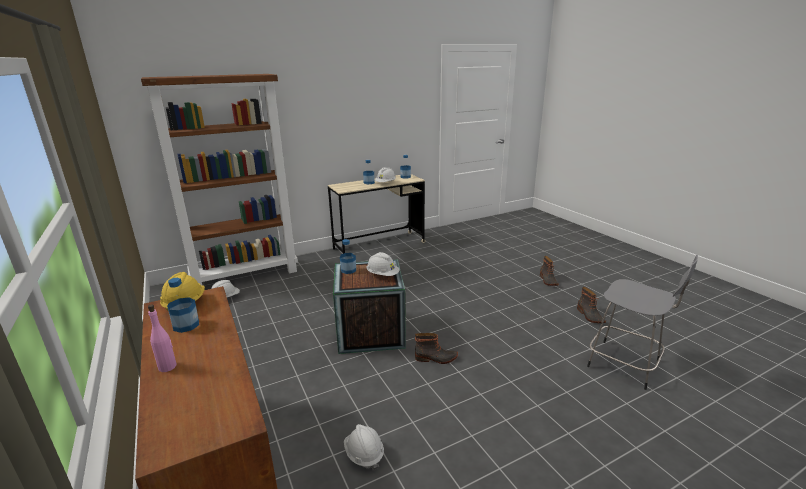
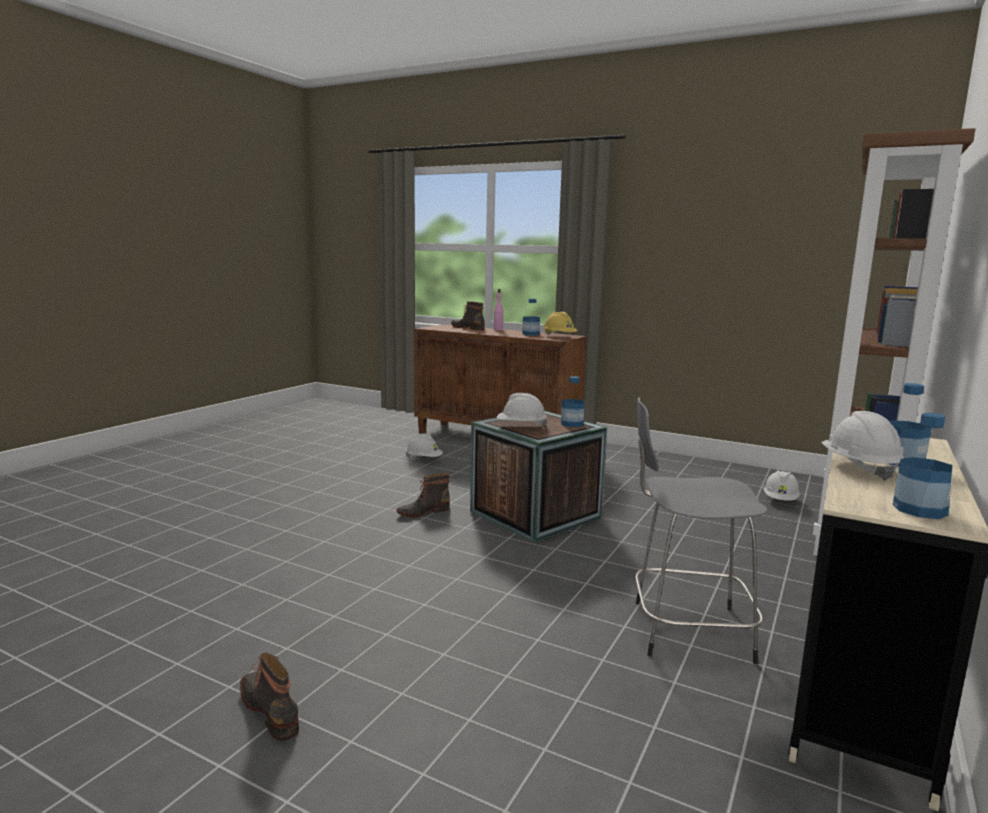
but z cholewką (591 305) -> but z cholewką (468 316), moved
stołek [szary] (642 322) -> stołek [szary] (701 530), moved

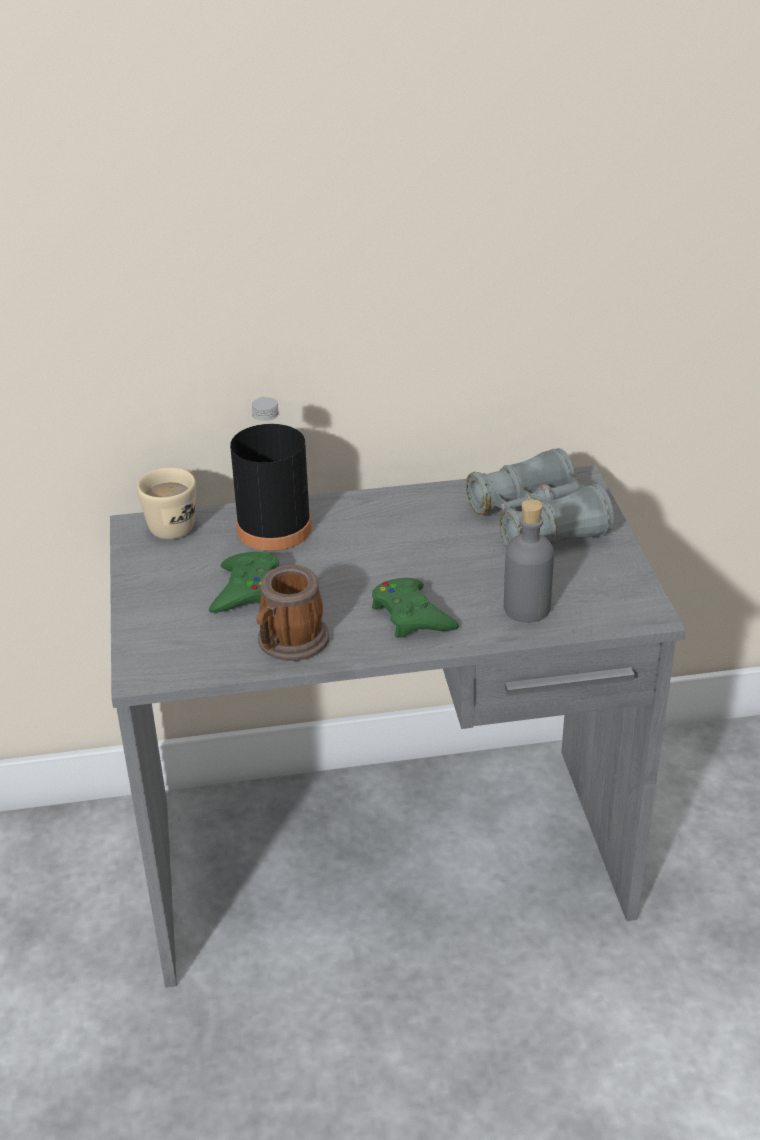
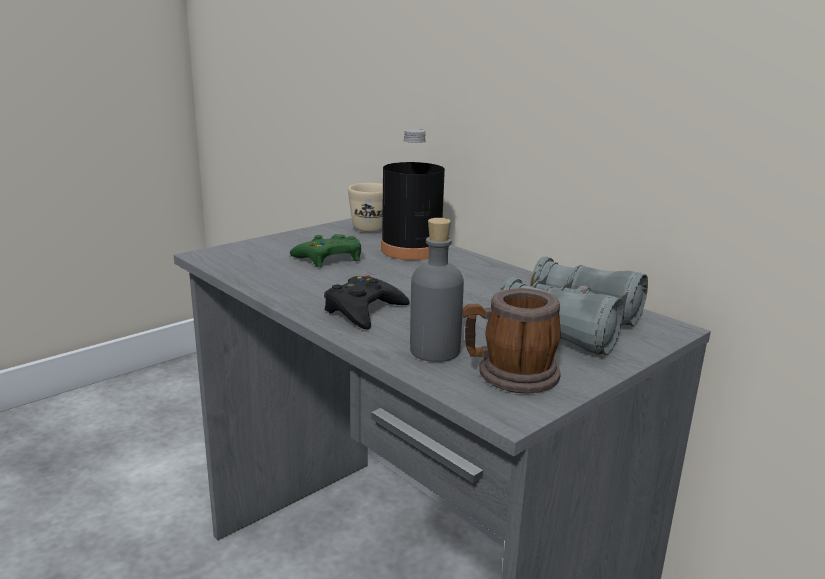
pad do gier [zielony] (415 608) -> pad do gier [czarny] (367 303)
kubek (293 613) -> kubek (511 340), moved

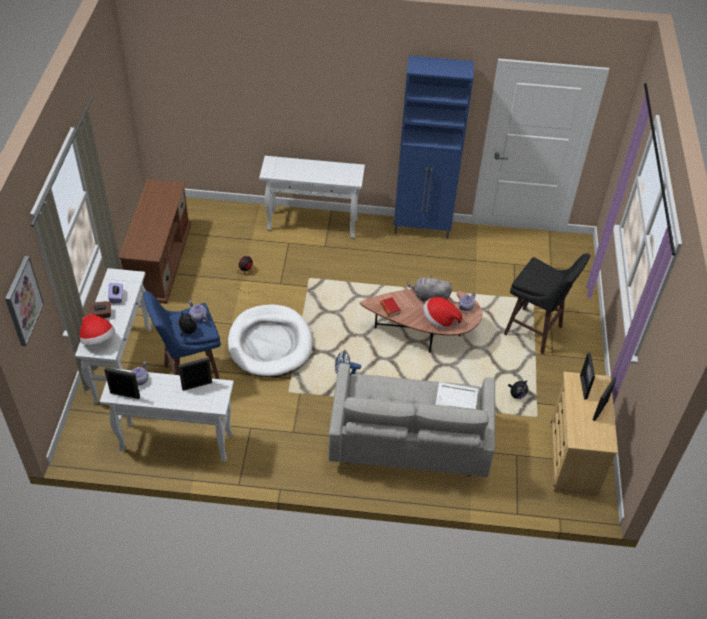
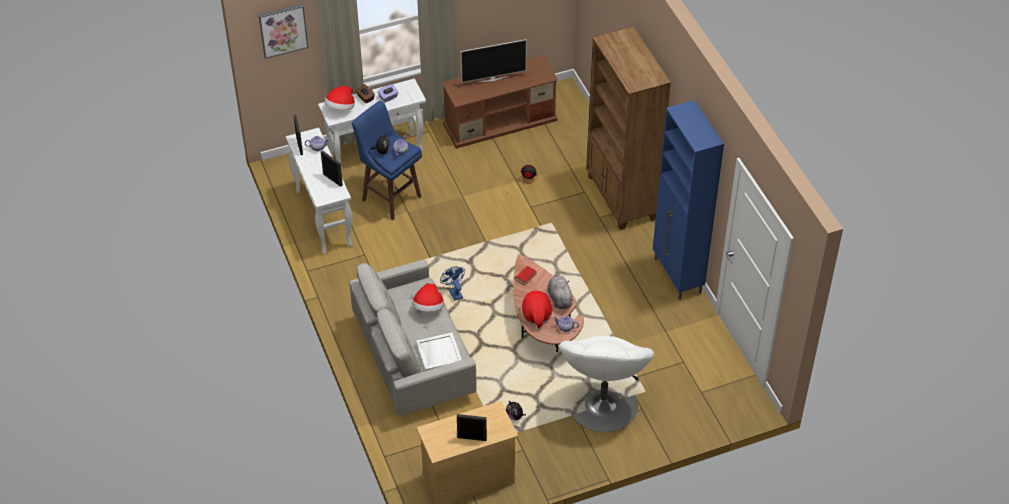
none -> kapelusz (428 297)
none -> telewizor (493 61)
stołek [czarny] (547 303) -> fotel [biały] (606 384)
stolik konsolowy [biały] (312 197) -> regał [brązowy] (628 128)
legowisko [biały] (270 340) -> none
ramka na zdjęcie (587 376) -> none

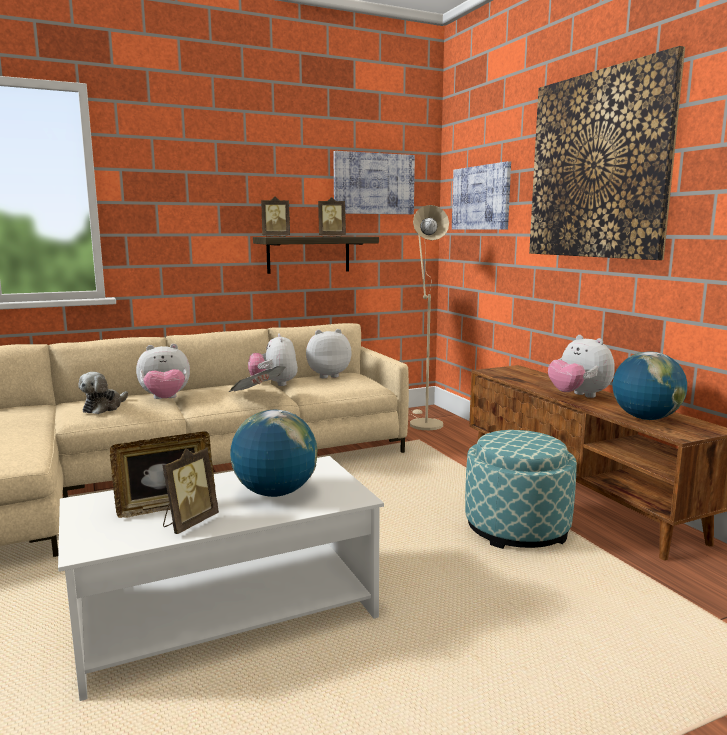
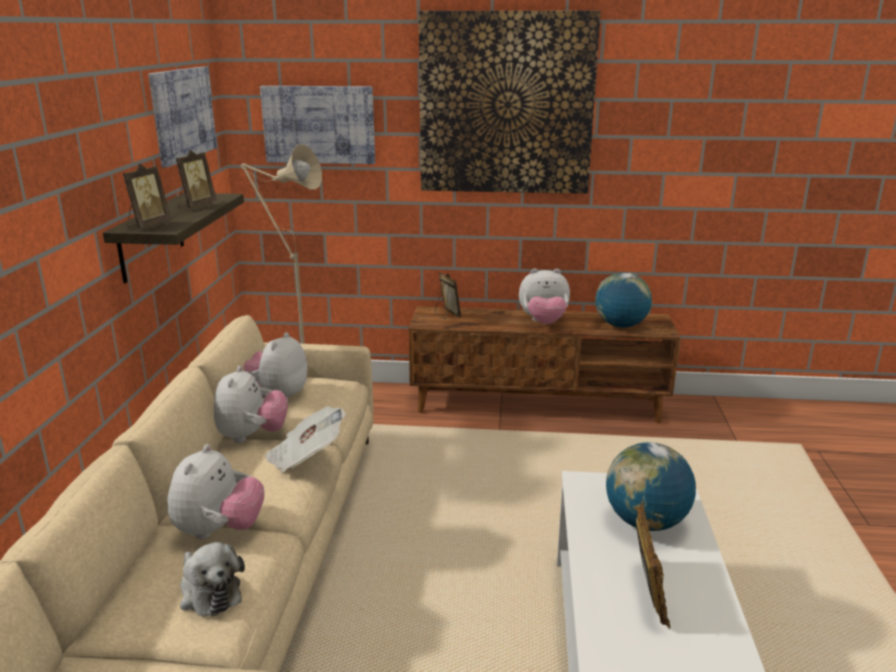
pluszak (273 359) -> pluszak (251 404), 105 degrees counterclockwise
ramka na zdjęcie (190 491) -> ramka na zdjęcie (448 296), moved
pufa (521 489) -> none

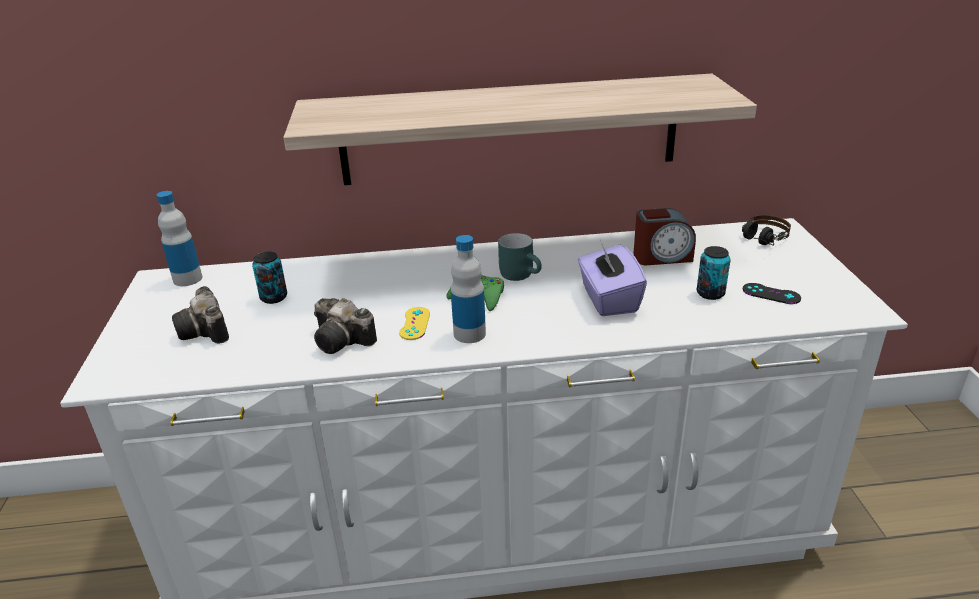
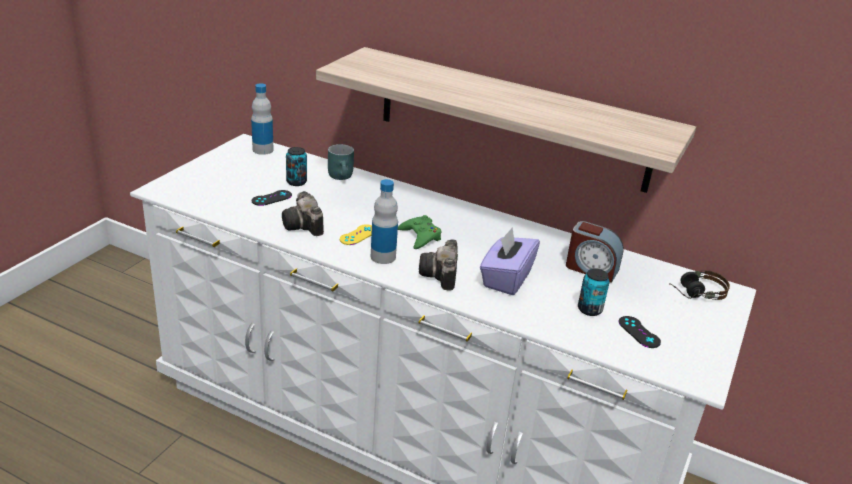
none -> pad do gier [czarny] (272 198)
kubek [turkusowy] (520 257) -> kubek [turkusowy] (341 162), moved
aparat fotograficzny (200 315) -> aparat fotograficzny (438 265), moved

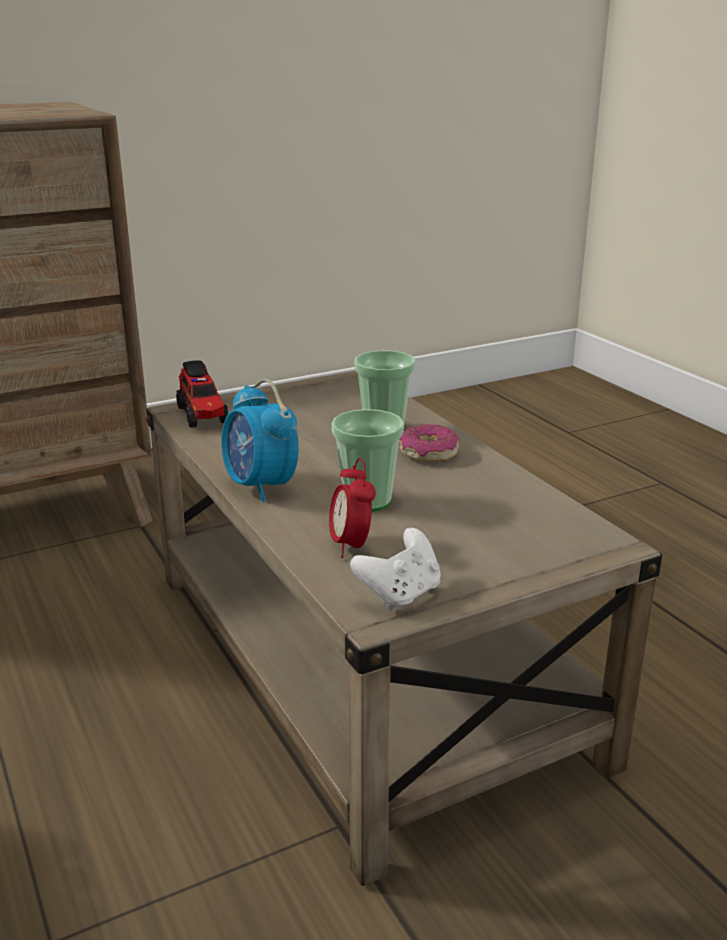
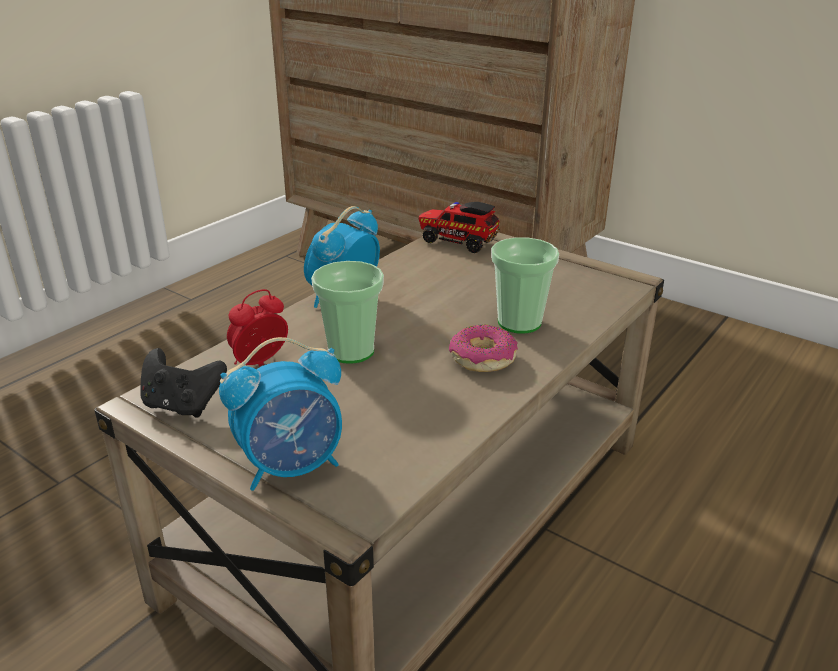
pad do gier [biały] (395 569) -> pad do gier [czarny] (183 382)
none -> budzik (280 414)
ciężarówka zabawkowa (202 394) -> ciężarówka zabawkowa (459 227), 75 degrees clockwise

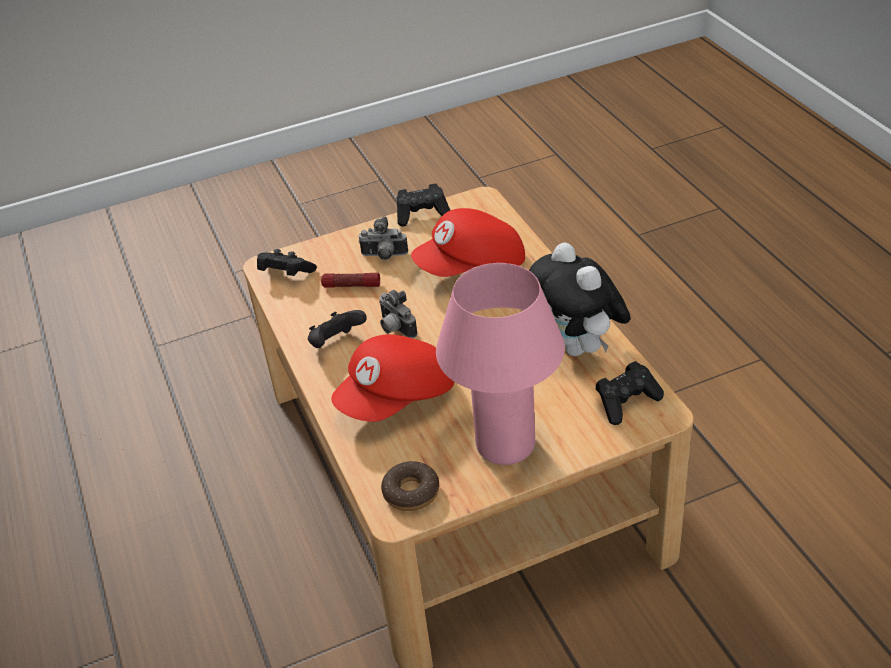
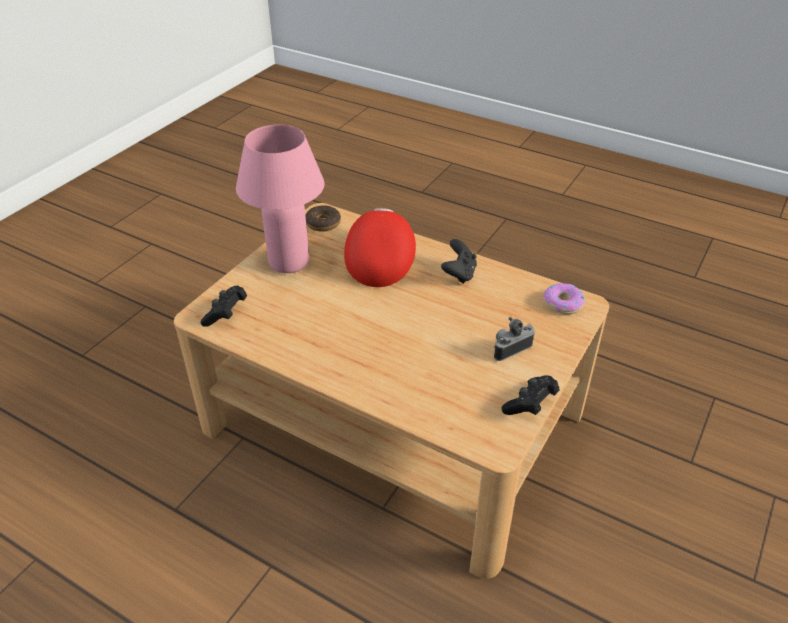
pad do gier [czarny] (287 262) -> donut (564 298)
latarka (350 280) -> none
aparat fotograficzny (398 314) -> none
czapka z daszkiem [czerwony] (468 242) -> none
pluszak (580 299) -> none

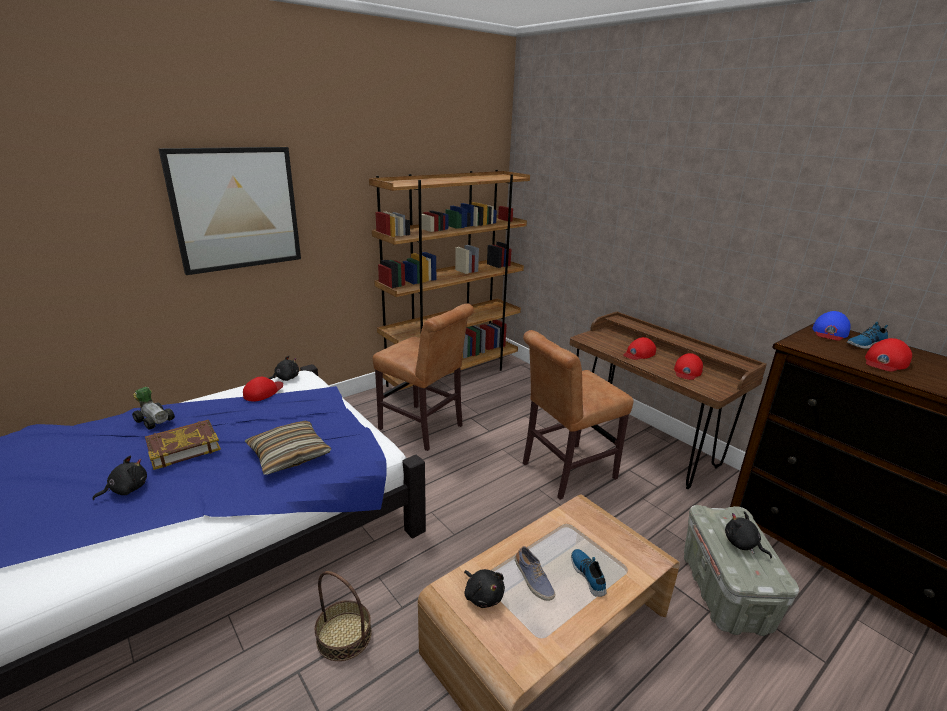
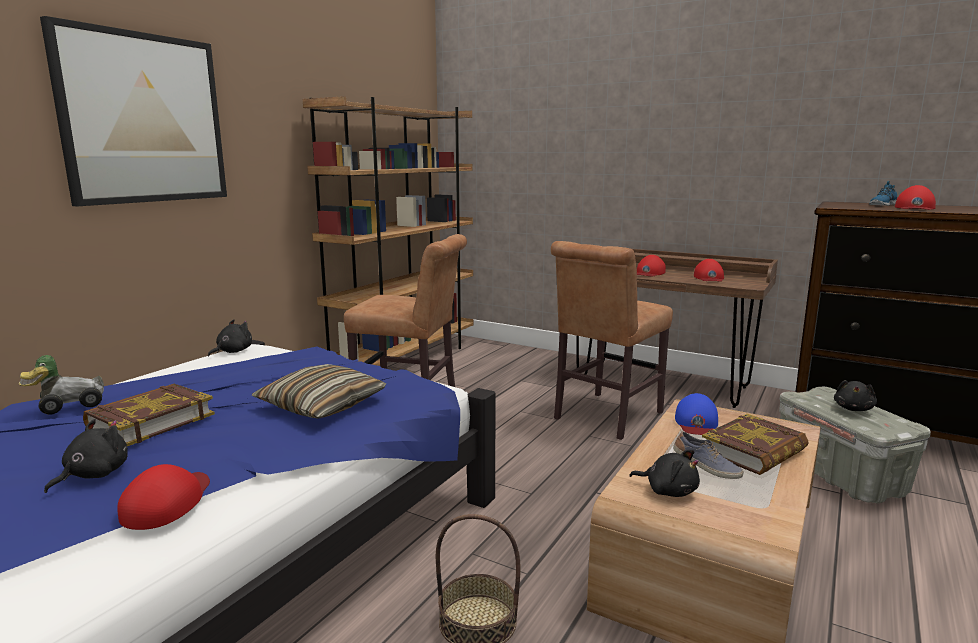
samochodzik (153 408) -> samochodzik (61 385), 45 degrees counterclockwise
czapka z daszkiem [czerwony] (263 389) -> czapka z daszkiem [czerwony] (163 497), moved
czapka z daszkiem [niebieski] (831 326) -> czapka z daszkiem [niebieski] (696 414), moved
but (589 573) -> książka (755 444)
pluszak [czarny] (748 535) -> pluszak [czarny] (855 395), 90 degrees counterclockwise

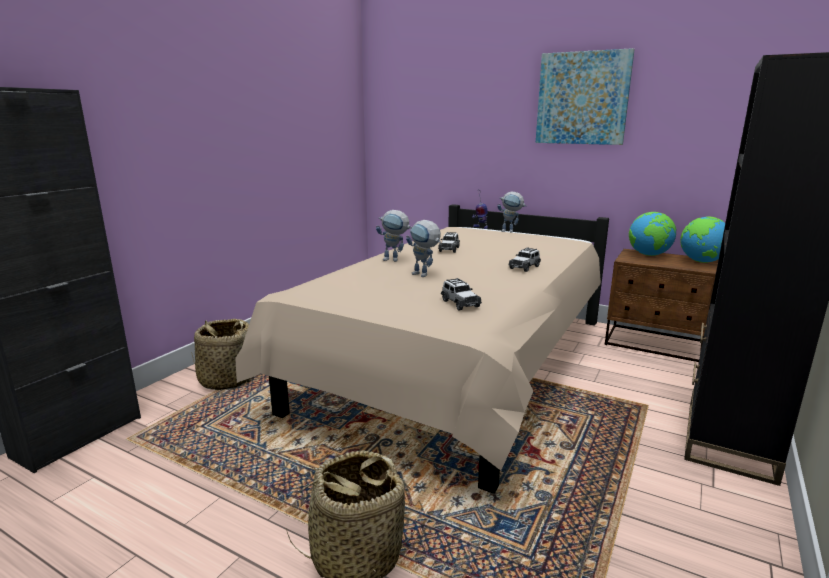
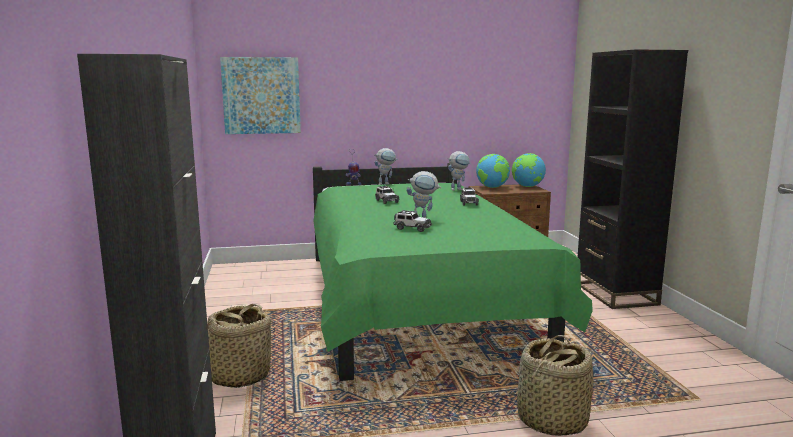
obraz (585 96) -> obraz (260 95), moved
łóżko [beżowy] (422 348) -> łóżko [zielony] (453 272)
samochodzik (461 294) -> samochodzik (412 221), moved
robot zabawkowy (394 236) -> robot zabawkowy (459 171), moved

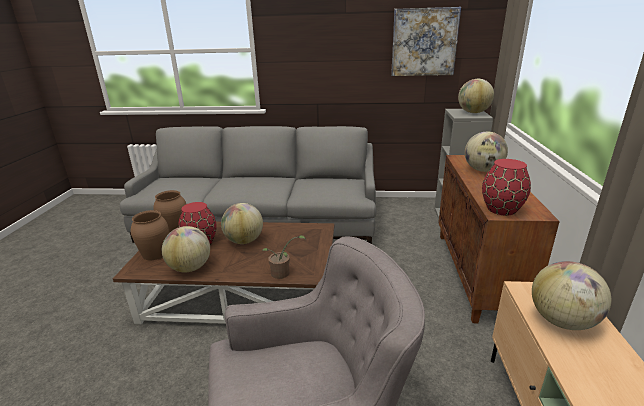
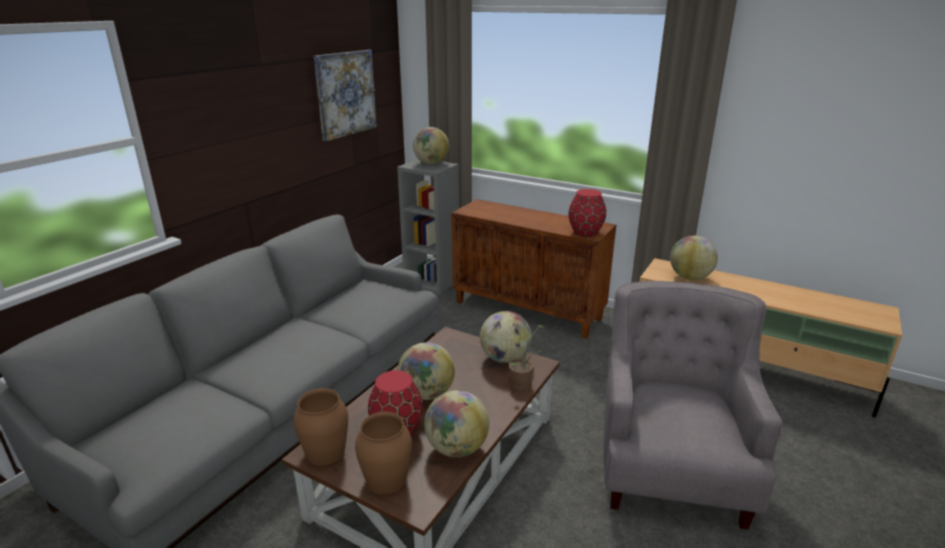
globus (486 152) -> globus (506 337), moved

